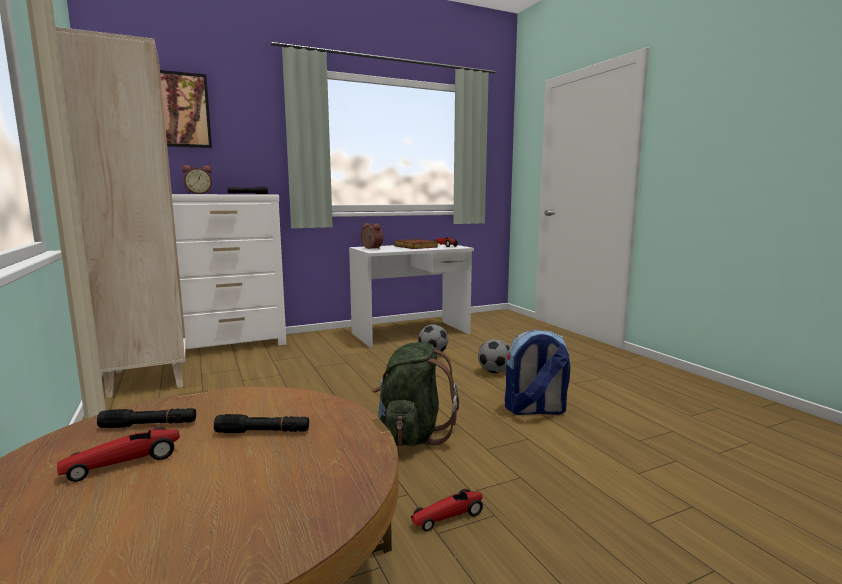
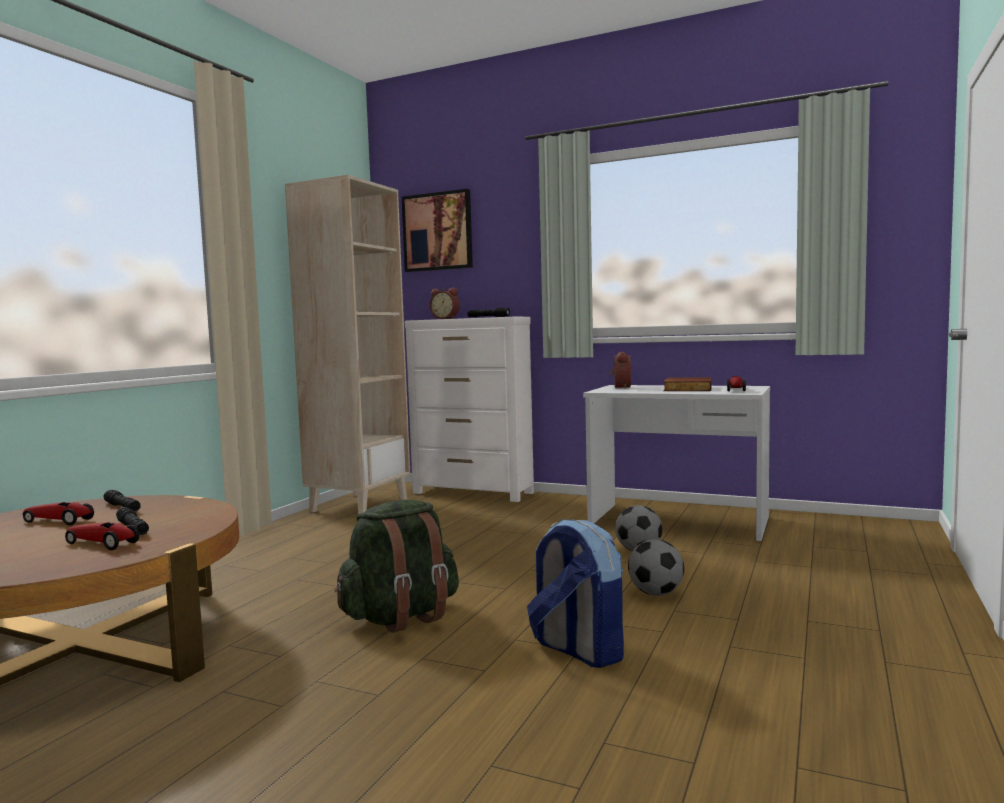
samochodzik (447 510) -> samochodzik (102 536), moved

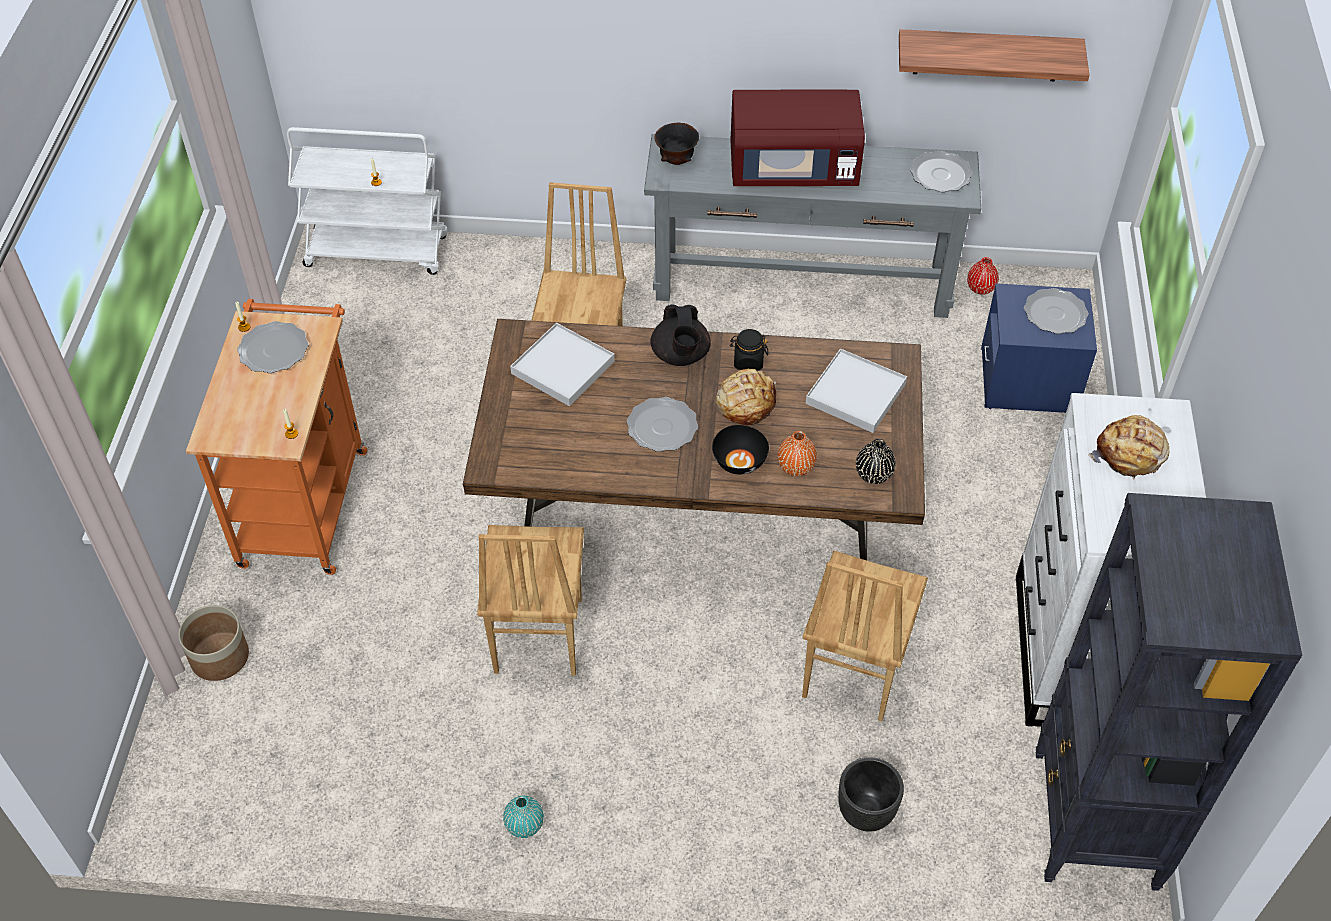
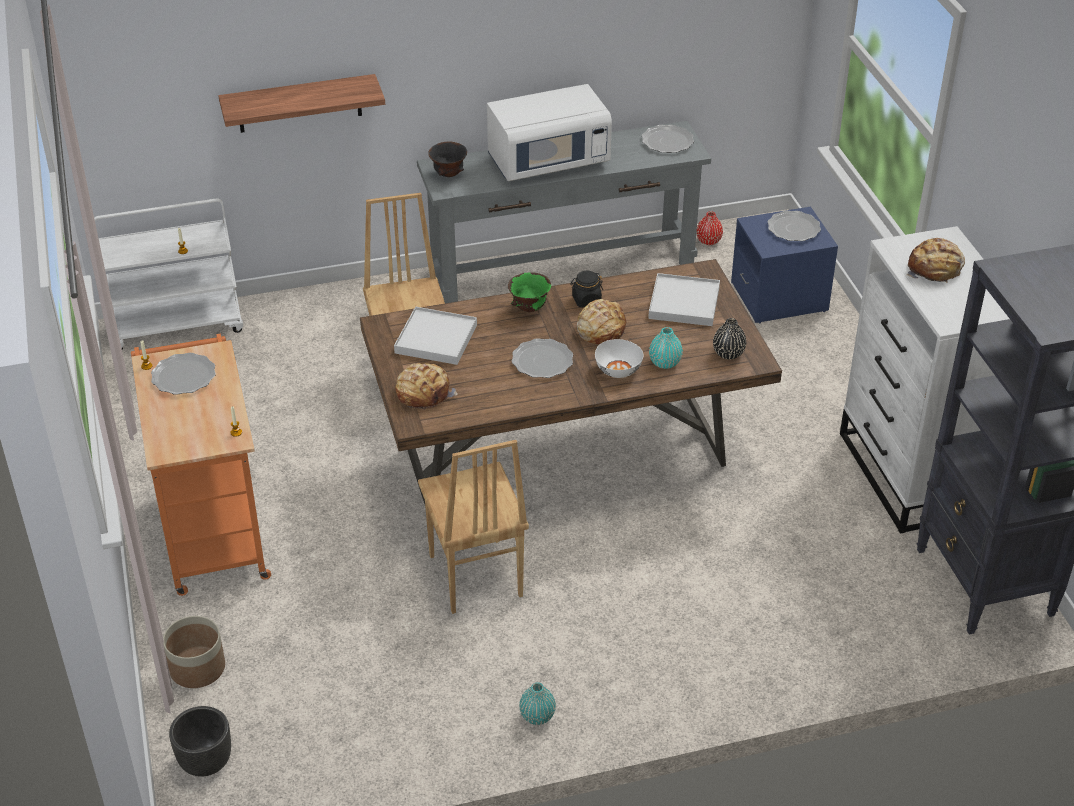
donica [czarny] (871 794) -> donica [czarny] (200 741), moved
półka (994 55) -> półka (301 103), moved
none -> chleb (426 386)
mikrofalówka [czerwony] (797 138) -> mikrofalówka [biały] (549 132)
imbryk [czarny] (680 335) -> miska [zielony] (529 292)
miska [czarny] (740 449) -> miska [biały] (619 358)
wazon [pomarańczowy] (797 453) -> wazon [turkusowy] (666 348)
krzesło [brązowy] (865 636) -> none

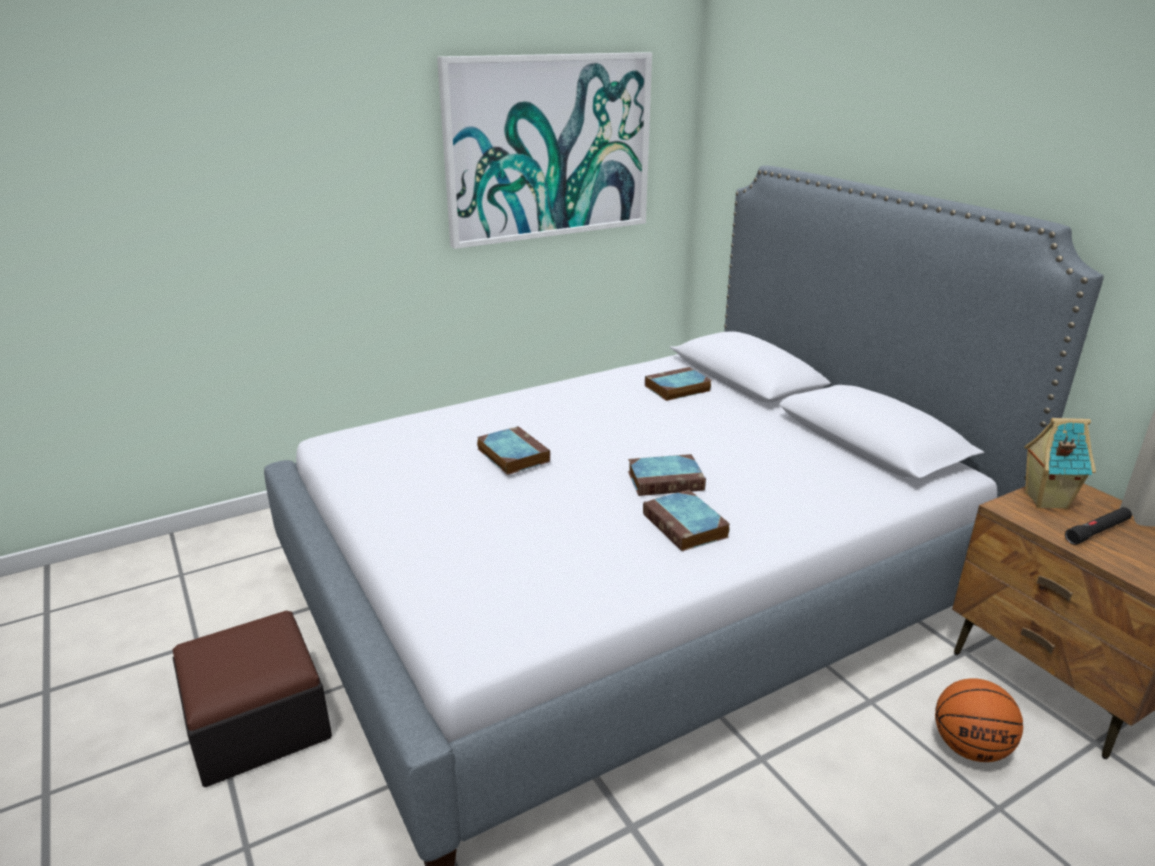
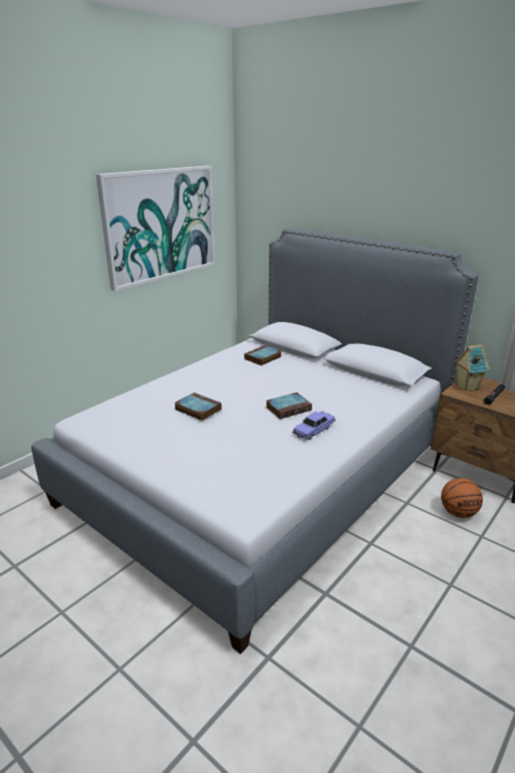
książka (686 521) -> samochodzik (314 425)
pufa (252 699) -> none

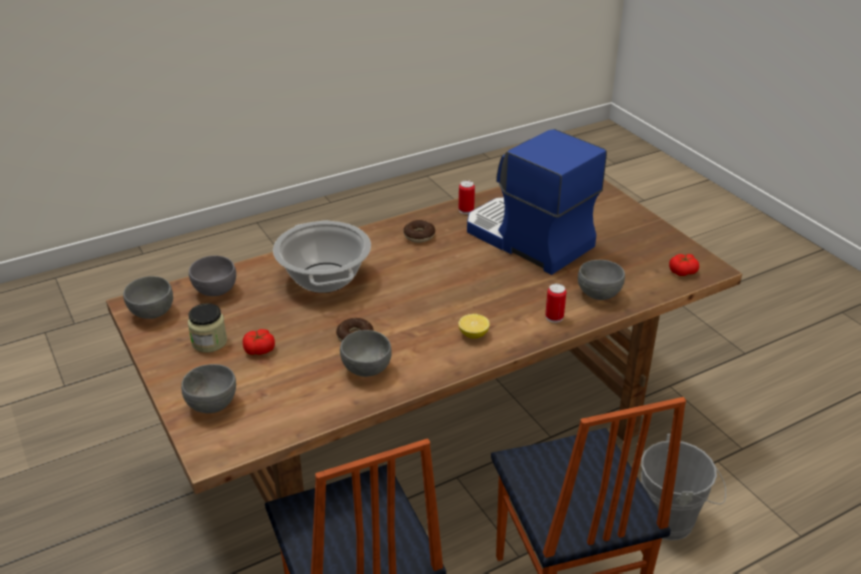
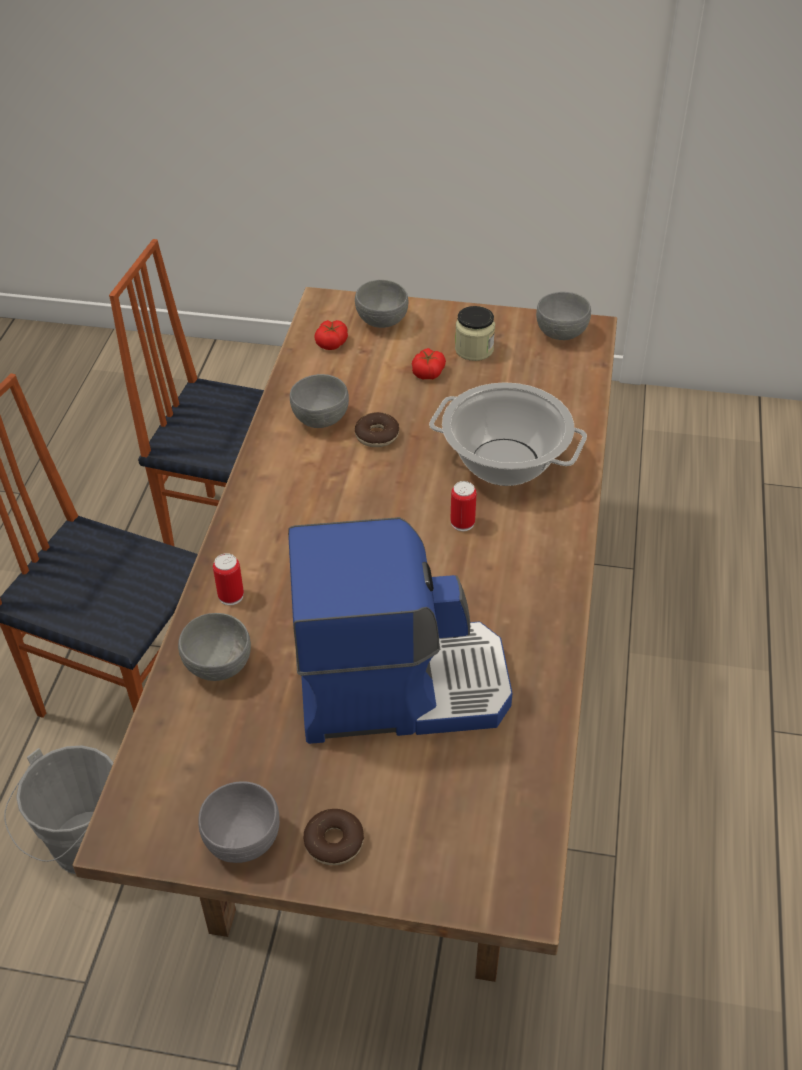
miska [szary] (212 276) -> miska [szary] (239 822), moved
donut (419 231) -> donut (333 837), moved
pomidor (684 265) -> pomidor (331 335), moved
puszka (467 197) -> puszka (463 506), moved
cytryna (474 326) -> none

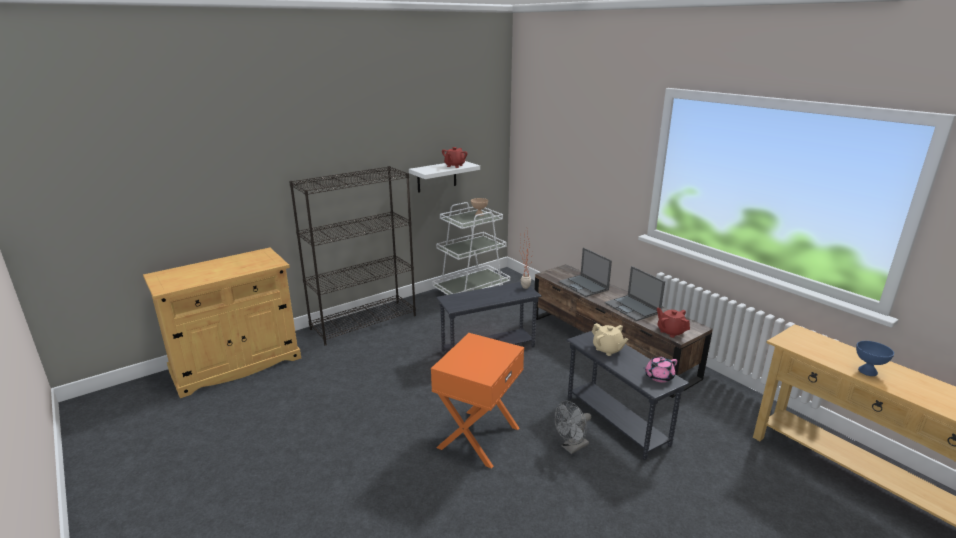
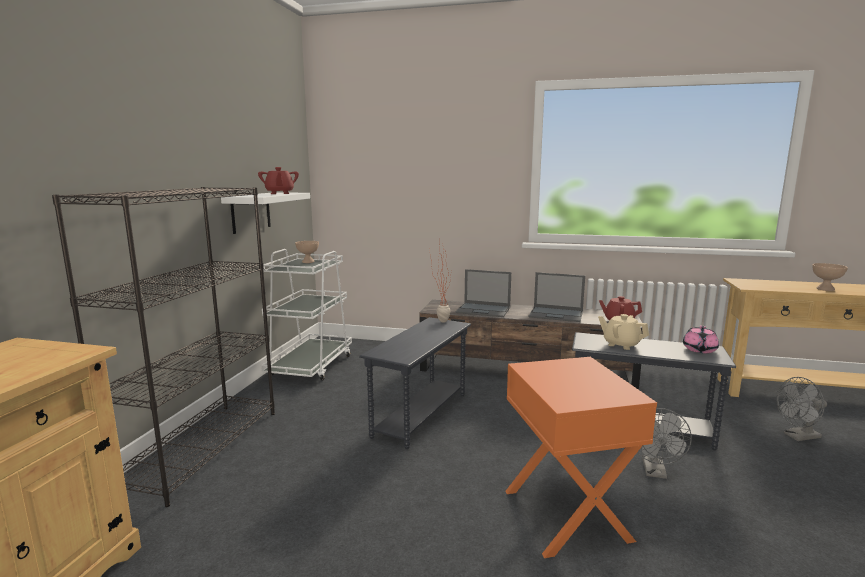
imbryk [beżowy] (610 339) -> imbryk [beżowy] (623 332), 150 degrees counterclockwise
none -> wentylator [szary] (802 409)
miska [niebieski] (875 358) -> miska [beżowy] (830 277)

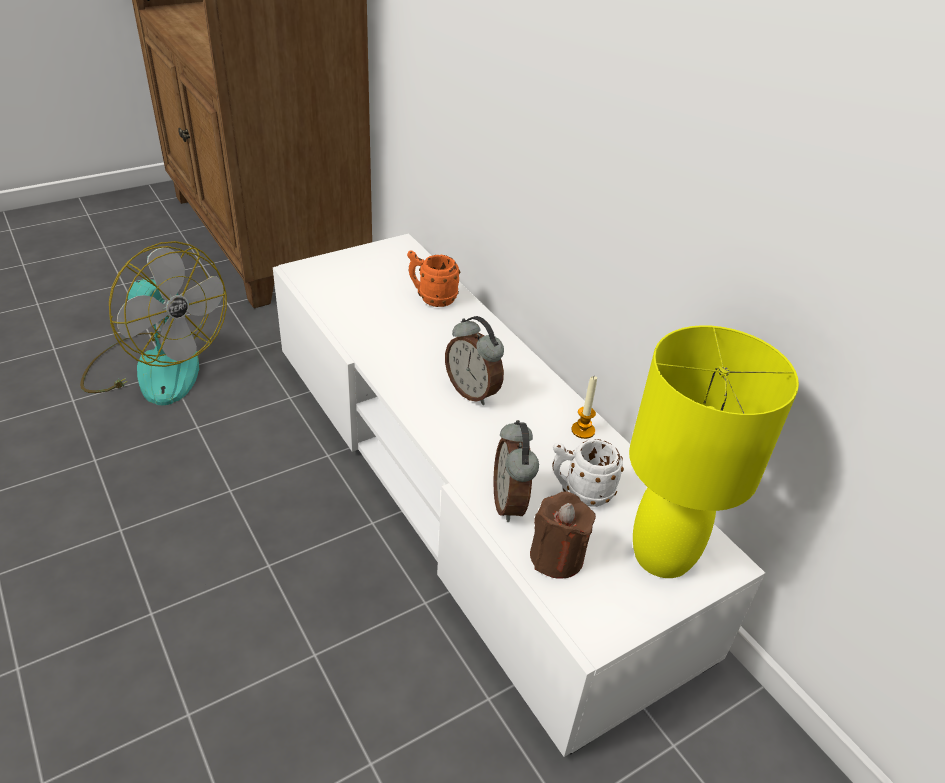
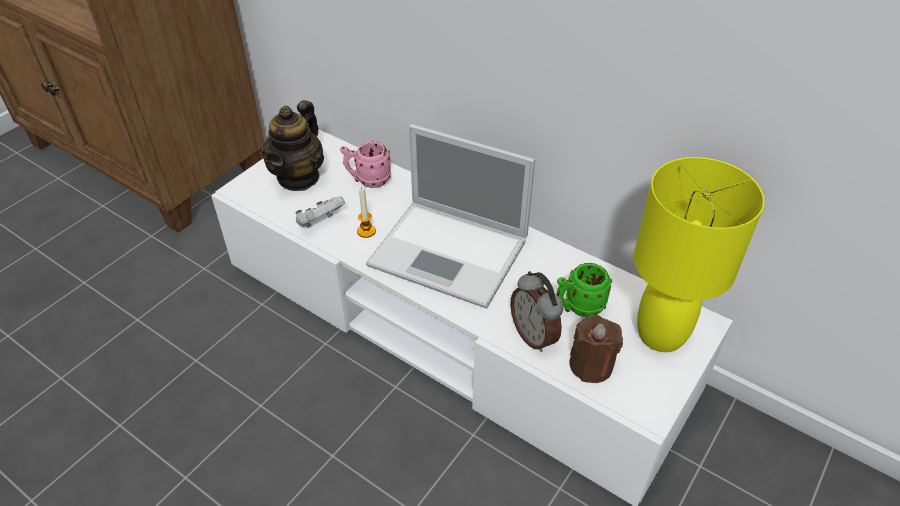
none -> imbryk (292 145)
none -> pad do gier [biały] (320 212)
kubek [pomarańczowy] (433 279) -> kubek [różowy] (365 164)
świeca (584 407) -> świeca (366 213), moved
budzik (474 360) -> laptop (450 216)
kubek [biały] (588 473) -> kubek [zielony] (584 290)
wentylator (153 323) -> none

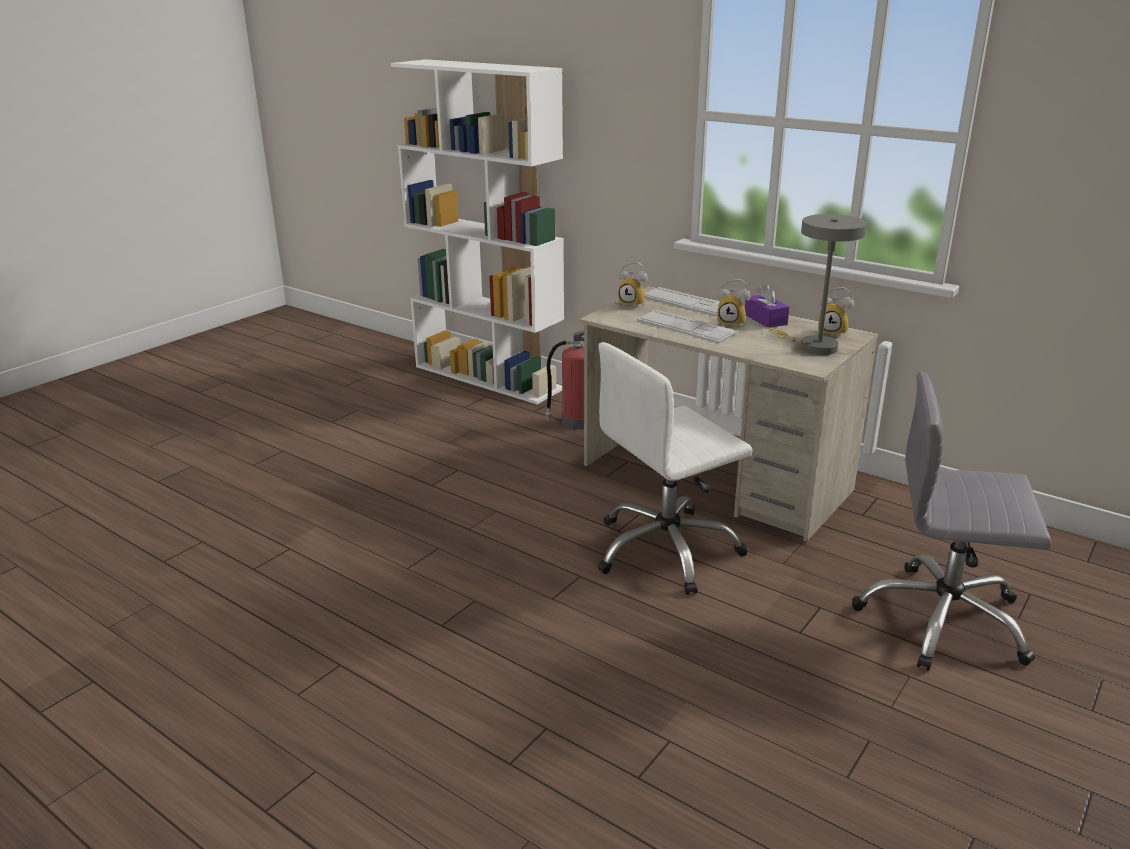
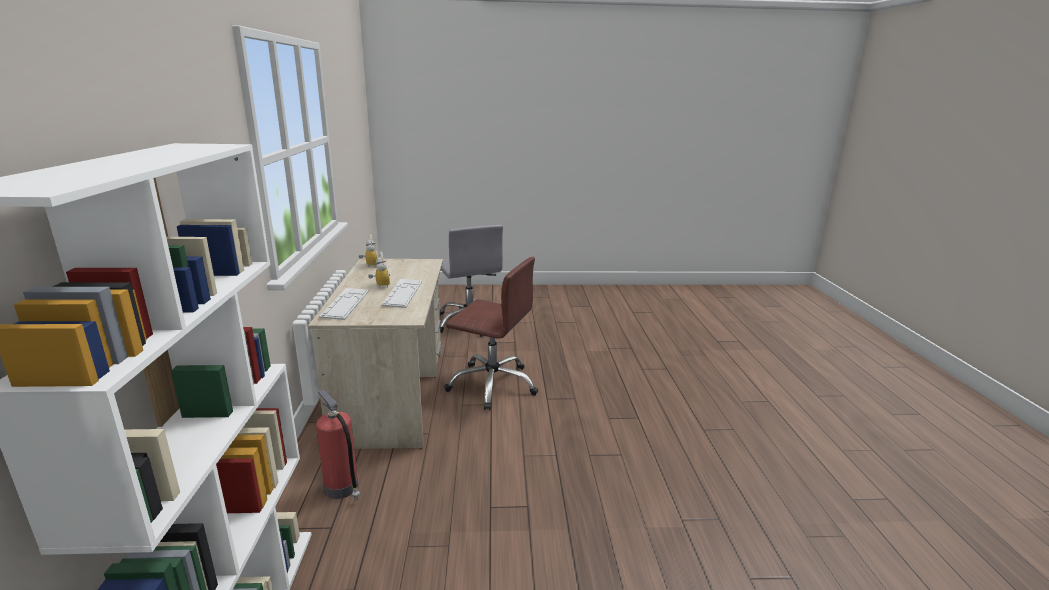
krzesło biurowe [biały] (675 468) -> krzesło biurowe [brązowy] (491 333)
budzik (632 285) -> none
pudełko chusteczek [fioletowy] (767 306) -> none
lampa stołowa [szary] (817 284) -> none

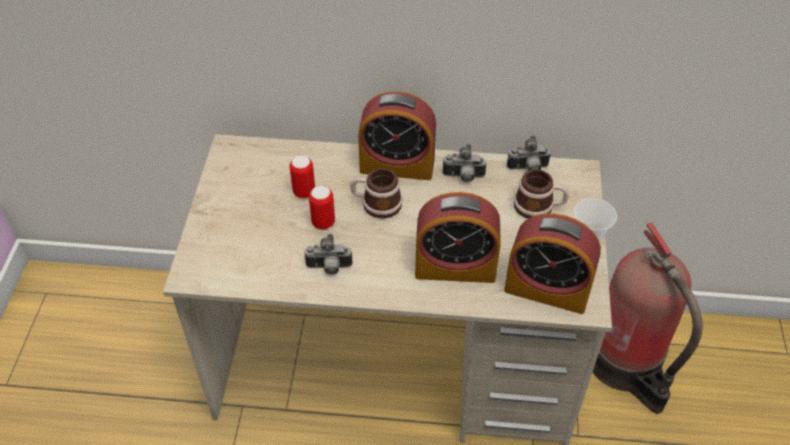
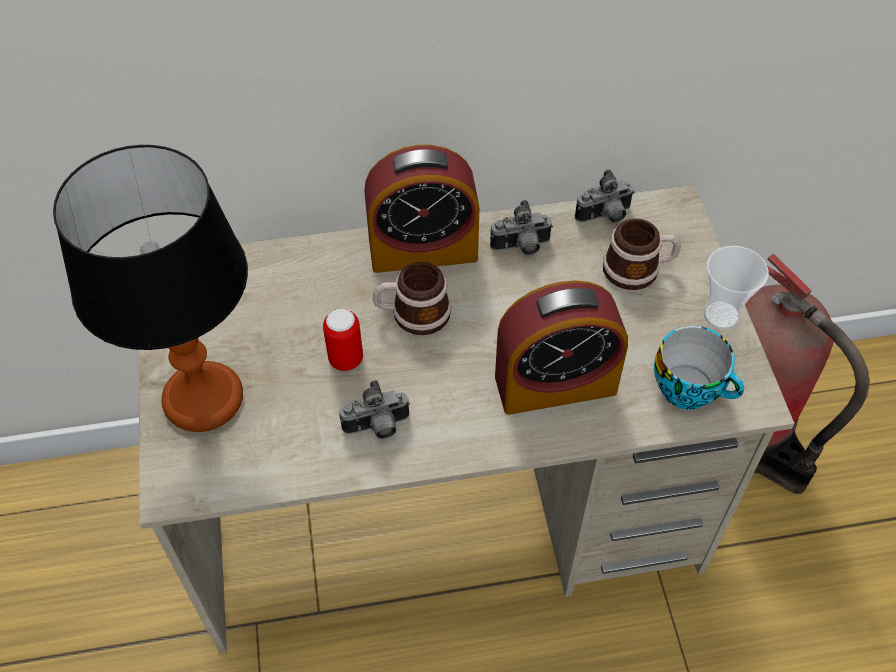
none -> lampa stołowa (150 288)
budzik (552 263) -> filiżanka (699 368)
puszka (302 177) -> none

